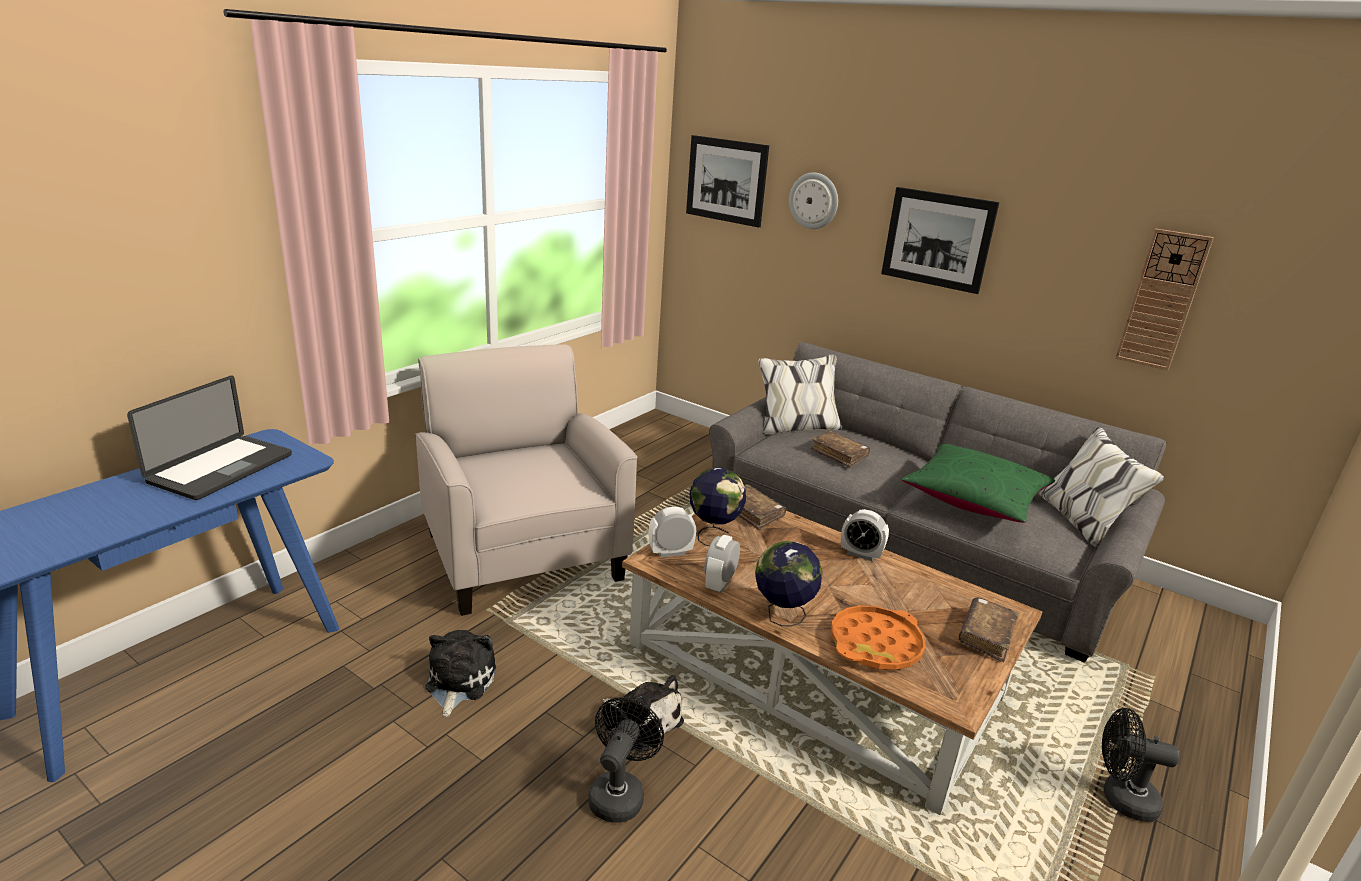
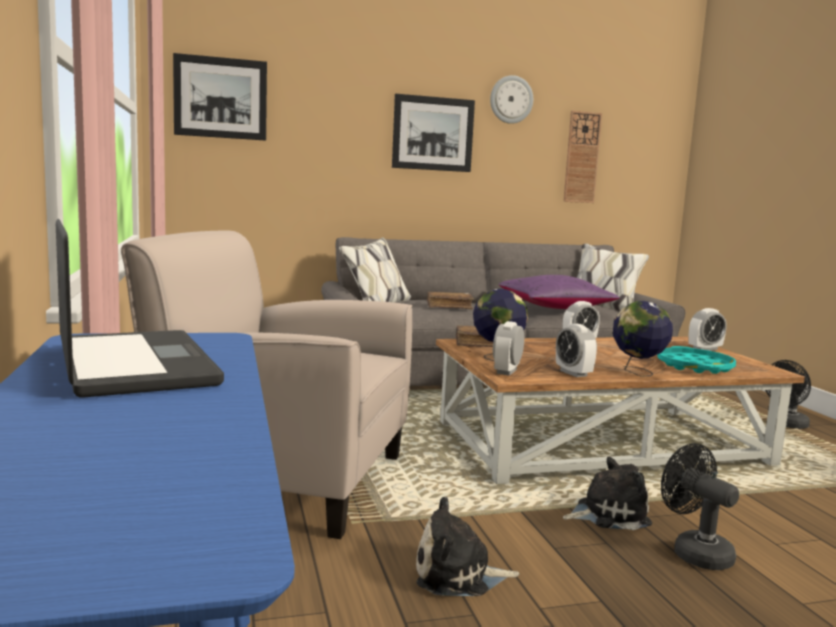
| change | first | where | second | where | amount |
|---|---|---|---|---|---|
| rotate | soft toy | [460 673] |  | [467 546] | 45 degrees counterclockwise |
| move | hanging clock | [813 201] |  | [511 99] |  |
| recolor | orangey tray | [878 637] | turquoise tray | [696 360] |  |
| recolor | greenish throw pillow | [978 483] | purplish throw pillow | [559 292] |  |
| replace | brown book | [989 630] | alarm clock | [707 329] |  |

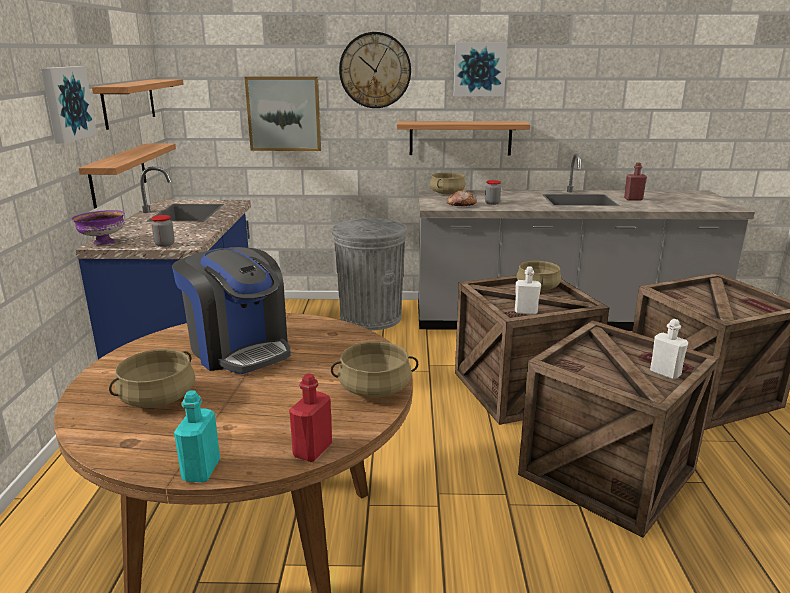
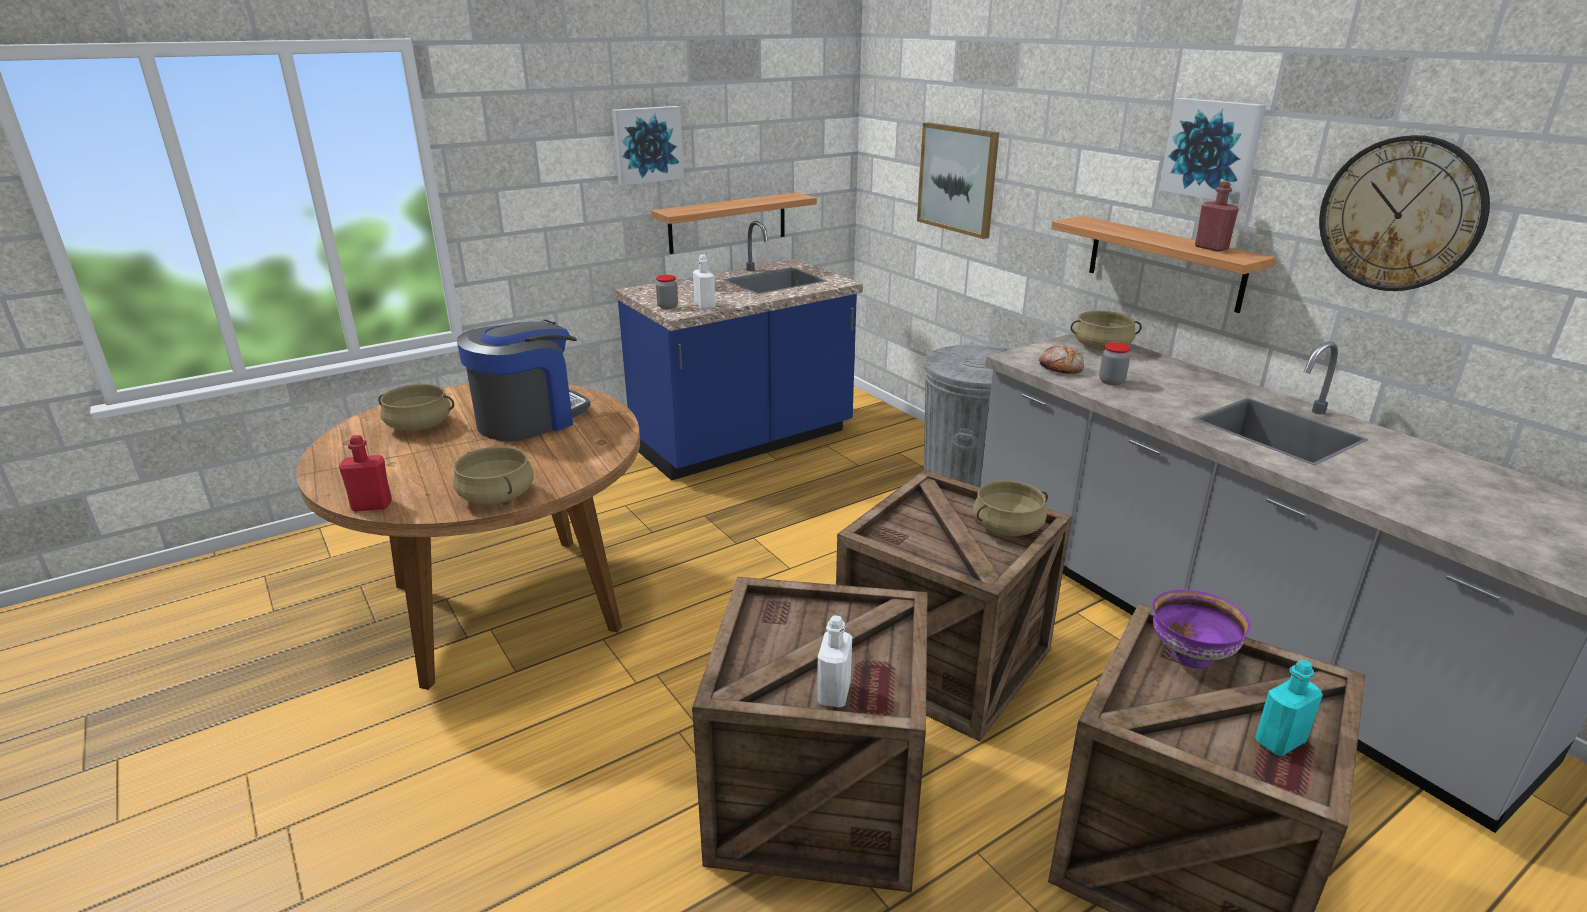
| change | first | where | second | where | amount |
|---|---|---|---|---|---|
| move | purplish deep dish | [98 227] |  | [1201 629] |  |
| delete | bracket shelf | [138 104] |  |  |  |
| rotate | coffee machine | [231 310] |  | [524 380] | 150 degrees counterclockwise |
| move | turquoise beverage bottle | [197 436] |  | [1289 708] |  |
| move | hanging clock | [375 70] |  | [1404 213] |  |
| move | white-coloured beverage bottle | [528 290] |  | [704 281] |  |
| move | red-coloured beverage bottle | [635 181] |  | [1217 216] |  |

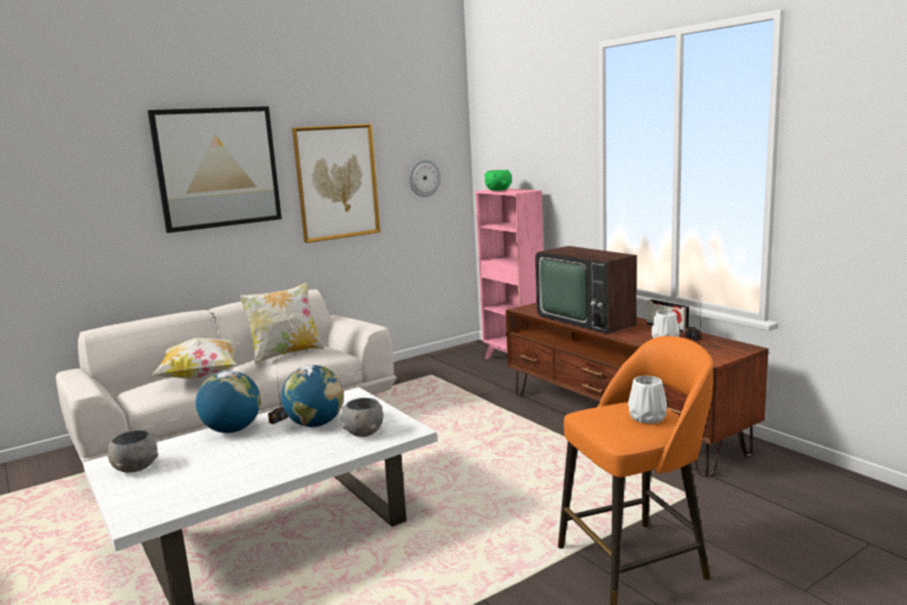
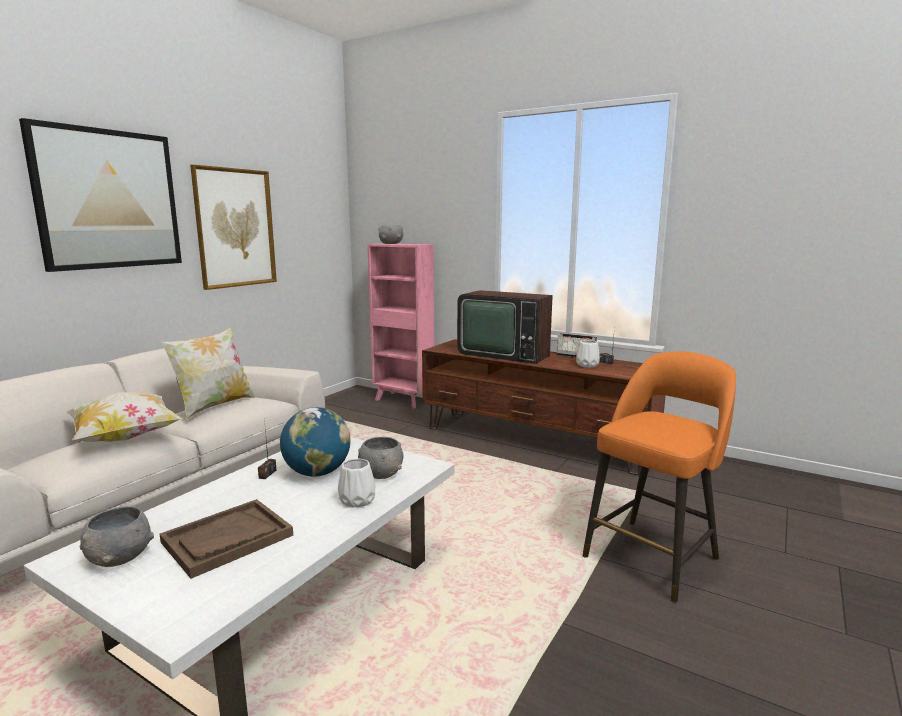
| change | first | where | second | where | amount |
|---|---|---|---|---|---|
| delete | world globe | [228 402] |  |  |  |
| delete | hanging clock | [425 178] |  |  |  |
| recolor | greenish deep dish | [498 180] | gray deep dish | [390 234] |  |
| move | white-coloured flower vase | [647 400] |  | [356 483] |  |
| insert |  |  | brown tray | [226 539] |  |

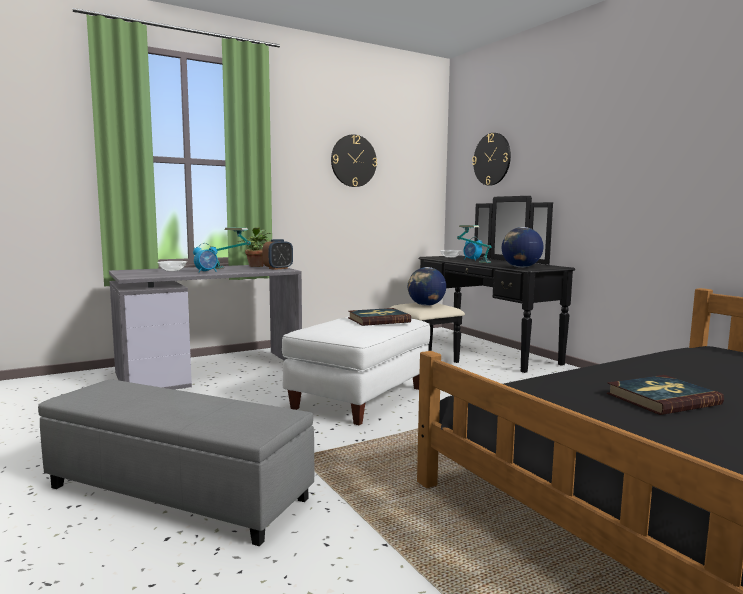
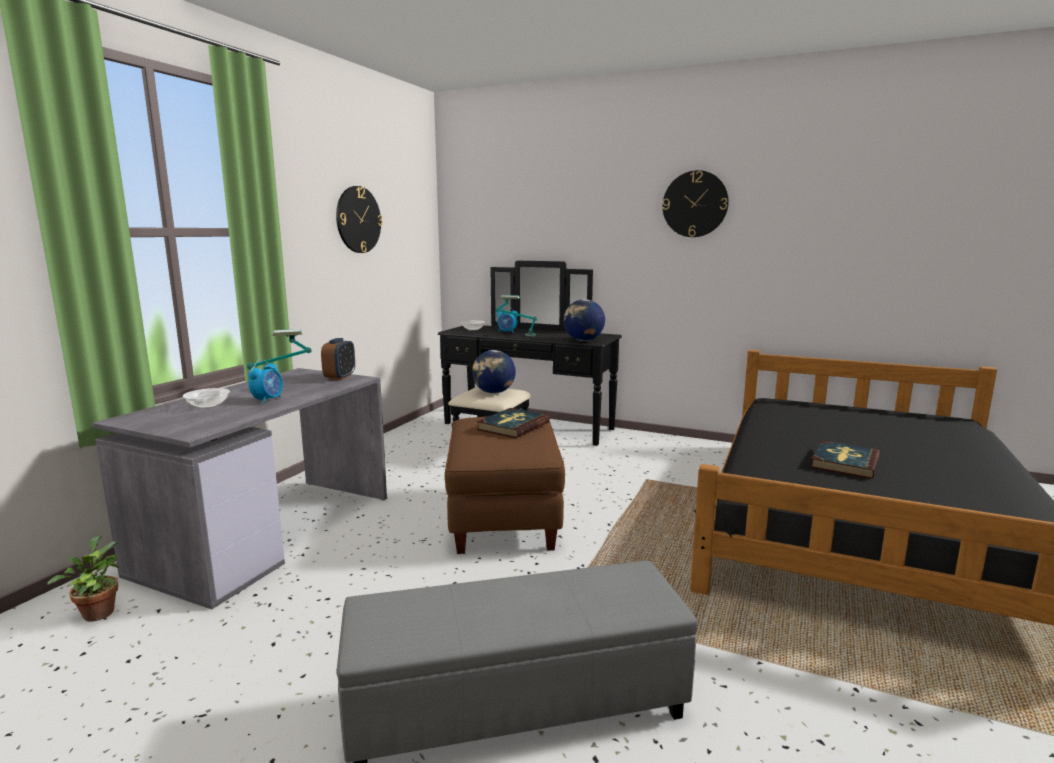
| change | first | where | second | where | amount |
|---|---|---|---|---|---|
| move | plant in a pot | [254 247] |  | [83 579] |  |
| recolor | white-coloured footrest | [356 370] | brown footrest | [505 485] |  |
| move | hanging clock | [491 159] |  | [695 203] |  |

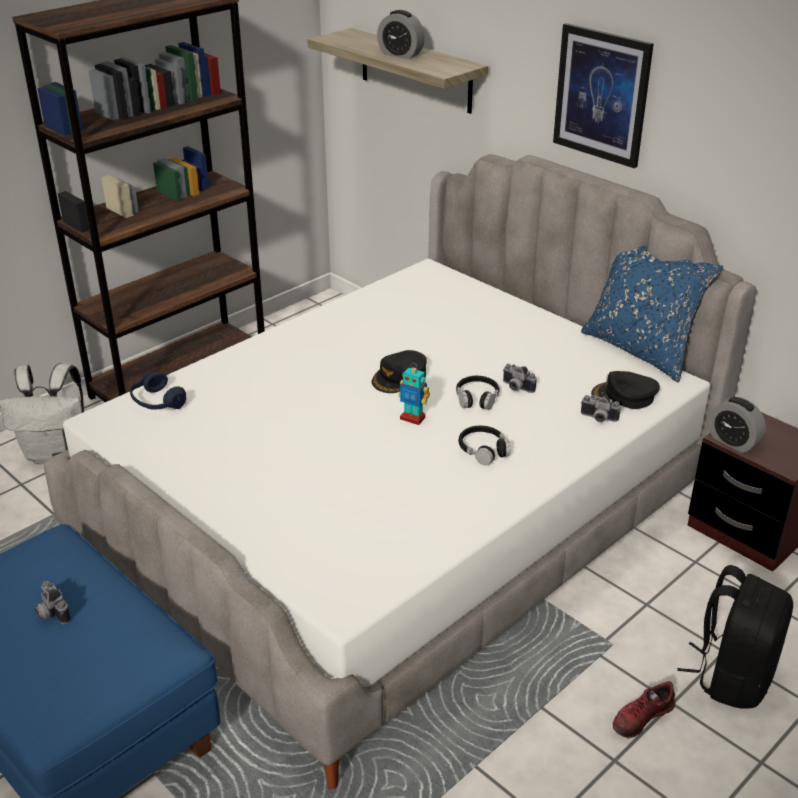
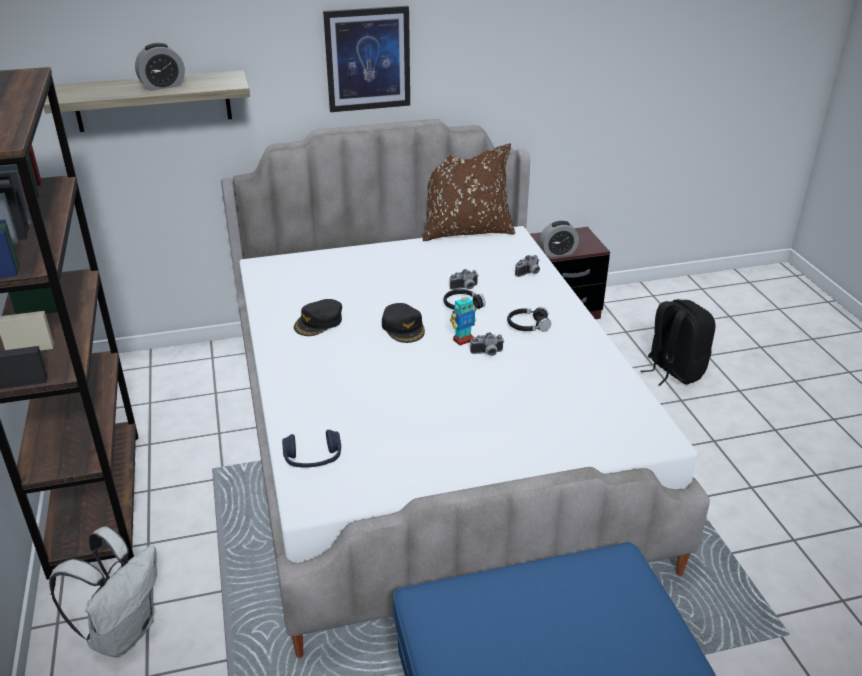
| change | first | where | second | where | amount |
|---|---|---|---|---|---|
| move | still camera | [53 602] |  | [487 344] |  |
| recolor | blue-coloured throw pillow | [652 313] | brown throw pillow | [469 192] |  |
| move | black peaked cap | [625 390] |  | [318 317] |  |
| delete | item of footwear | [644 710] |  |  |  |

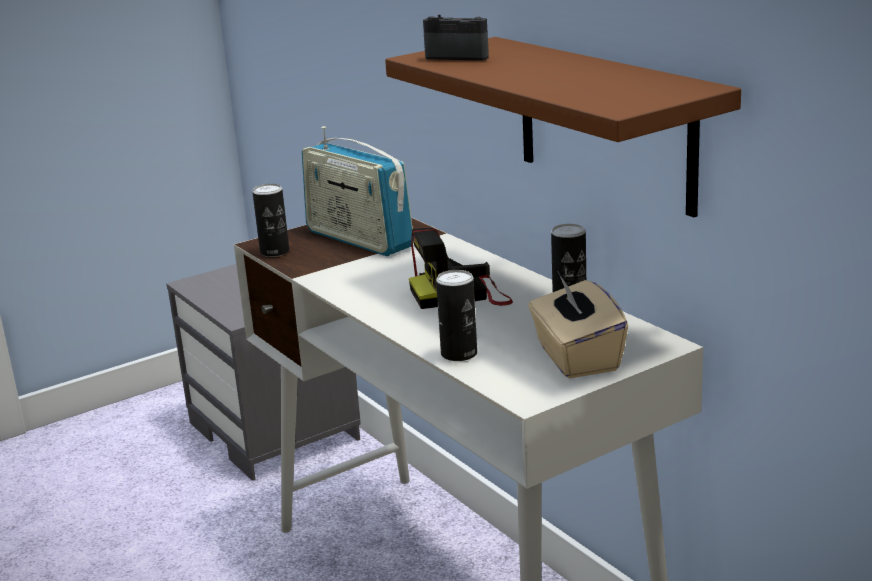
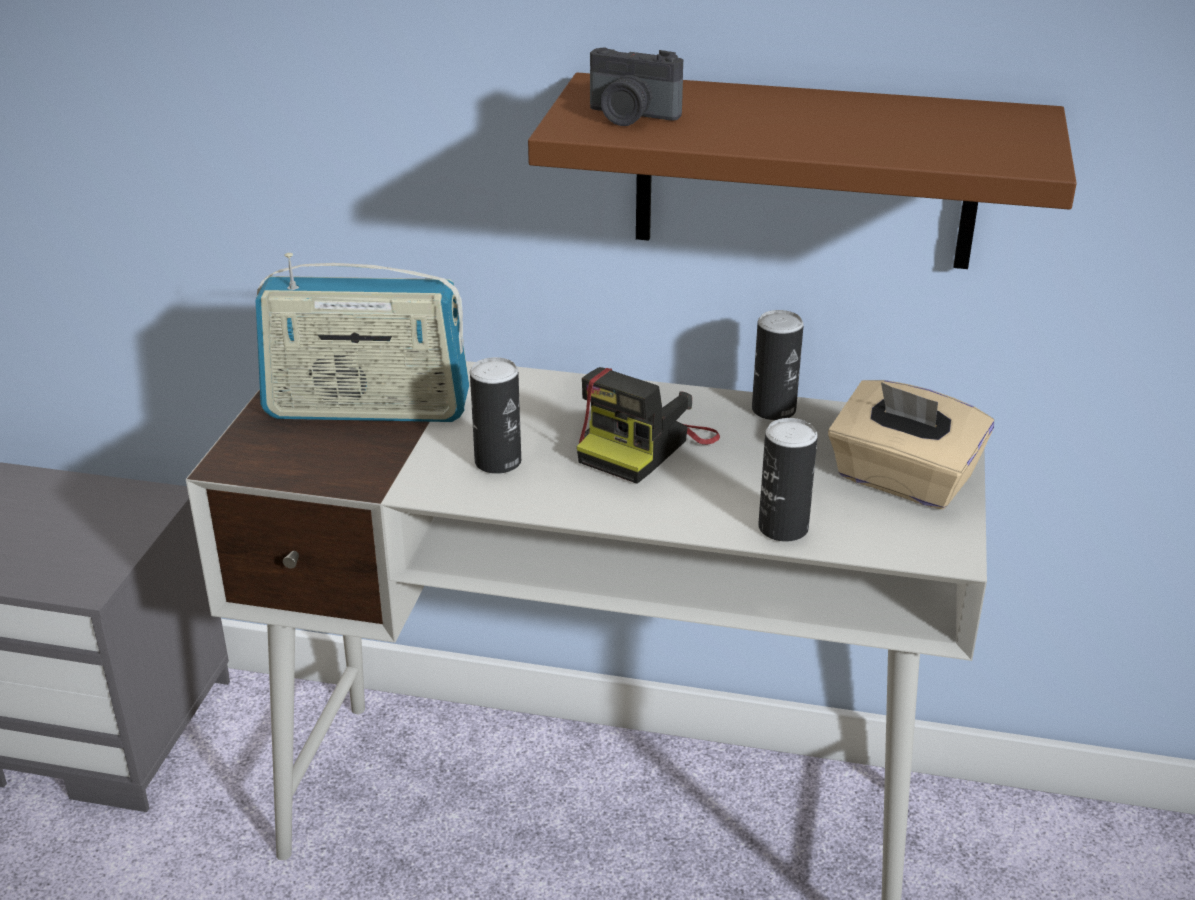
| change | first | where | second | where | amount |
|---|---|---|---|---|---|
| move | sealed can | [270 220] |  | [495 415] |  |
| rotate | still camera | [456 37] |  | [636 86] | 135 degrees counterclockwise |

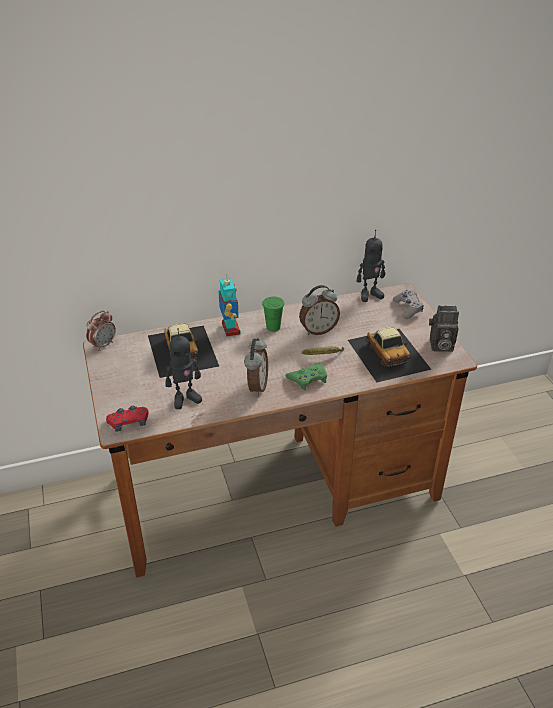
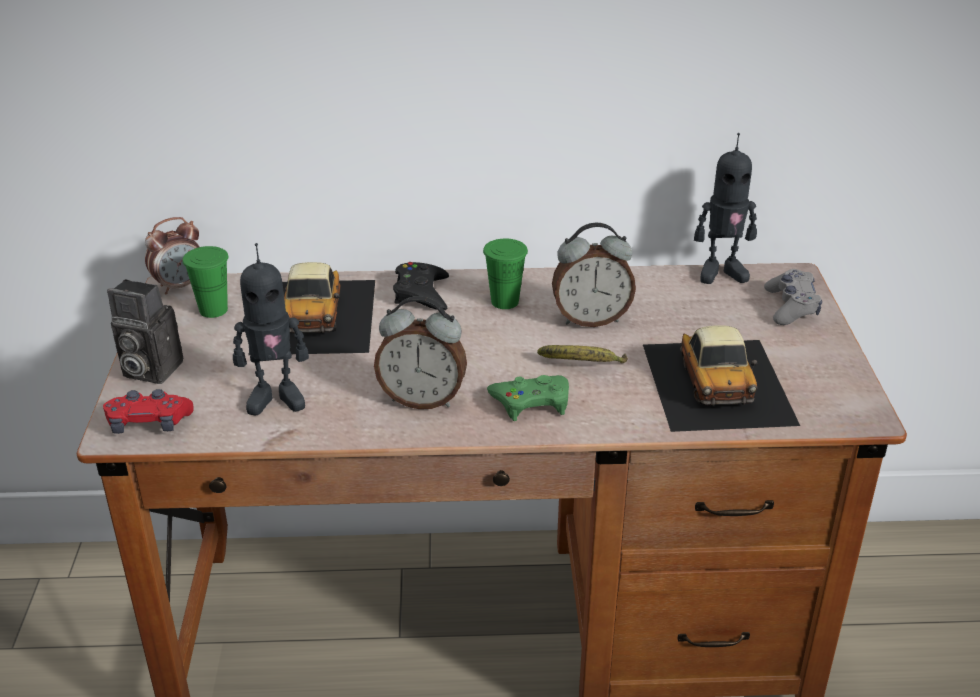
| change | first | where | second | where | amount |
|---|---|---|---|---|---|
| replace | model robot | [229 305] | black gamepad | [421 286] |  |
| rotate | alarm clock | [256 367] |  | [420 352] | 75 degrees clockwise |
| move | still camera | [444 328] |  | [145 331] |  |
| insert |  |  | greenish drinking cup | [205 282] |  |

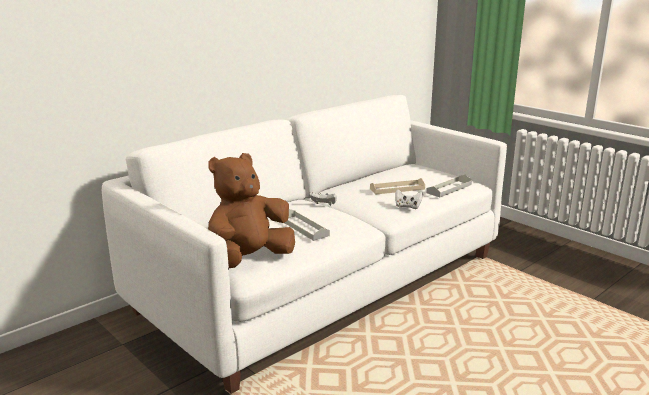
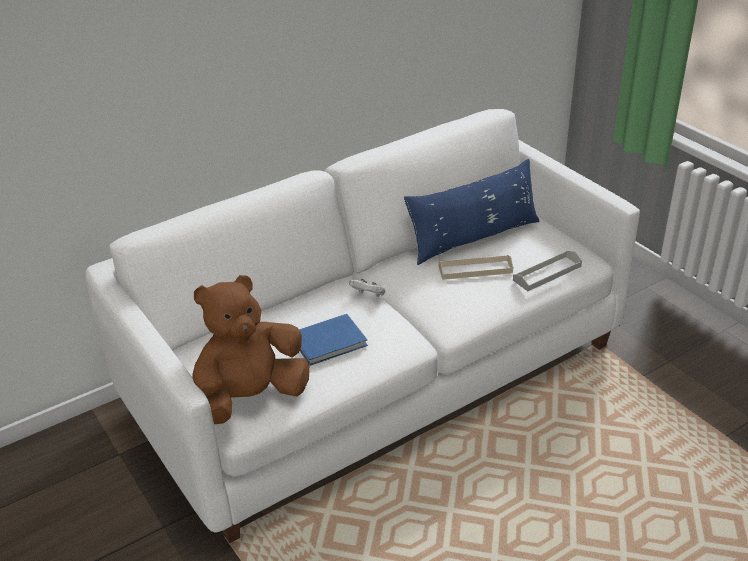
| change | first | where | second | where | amount |
|---|---|---|---|---|---|
| replace | gray tray | [307 225] | blue-coloured book | [333 340] |  |
| delete | white-coloured gamepad | [409 199] |  |  |  |
| insert |  |  | blue-coloured throw pillow | [472 212] |  |

